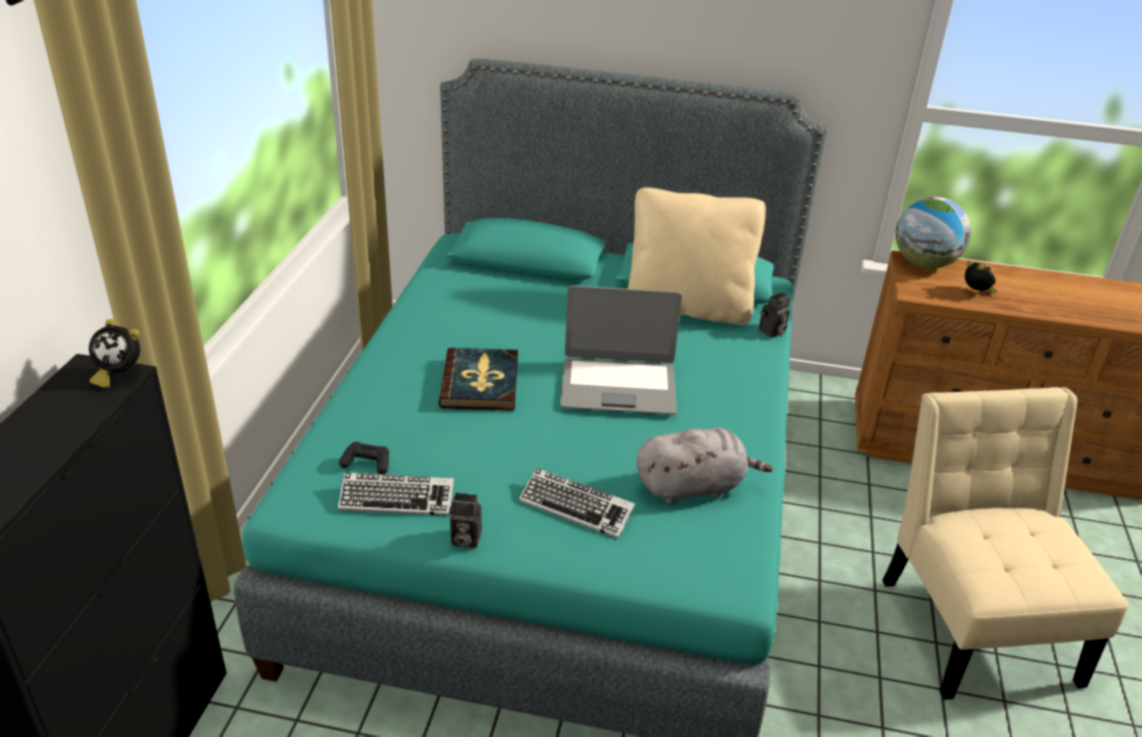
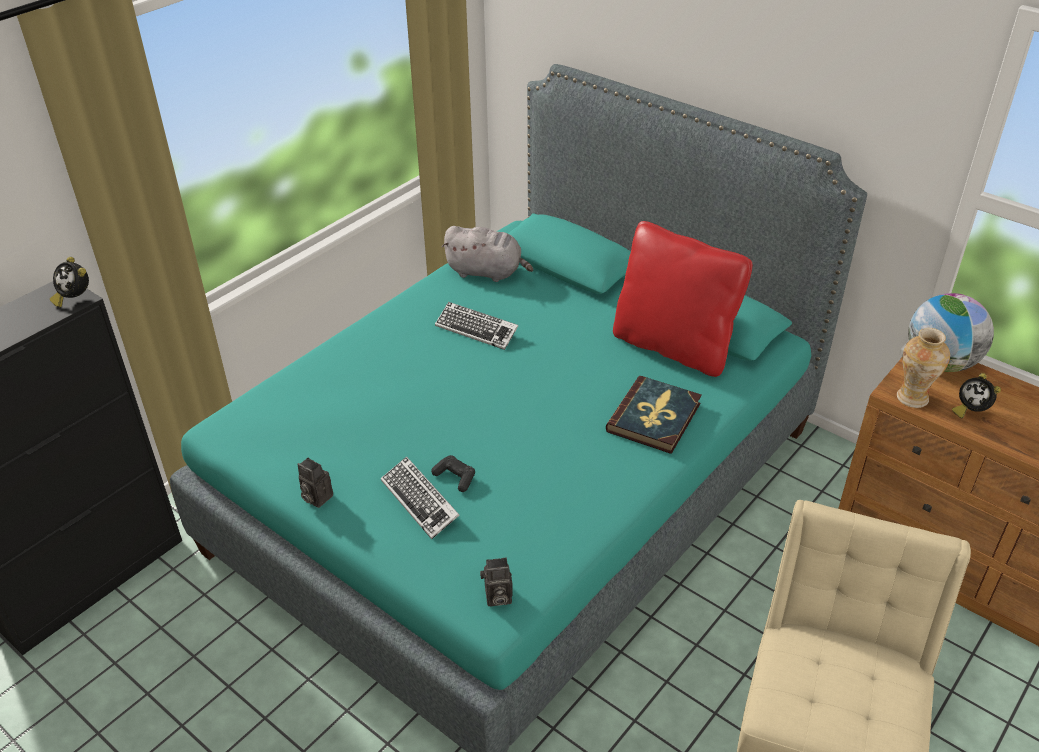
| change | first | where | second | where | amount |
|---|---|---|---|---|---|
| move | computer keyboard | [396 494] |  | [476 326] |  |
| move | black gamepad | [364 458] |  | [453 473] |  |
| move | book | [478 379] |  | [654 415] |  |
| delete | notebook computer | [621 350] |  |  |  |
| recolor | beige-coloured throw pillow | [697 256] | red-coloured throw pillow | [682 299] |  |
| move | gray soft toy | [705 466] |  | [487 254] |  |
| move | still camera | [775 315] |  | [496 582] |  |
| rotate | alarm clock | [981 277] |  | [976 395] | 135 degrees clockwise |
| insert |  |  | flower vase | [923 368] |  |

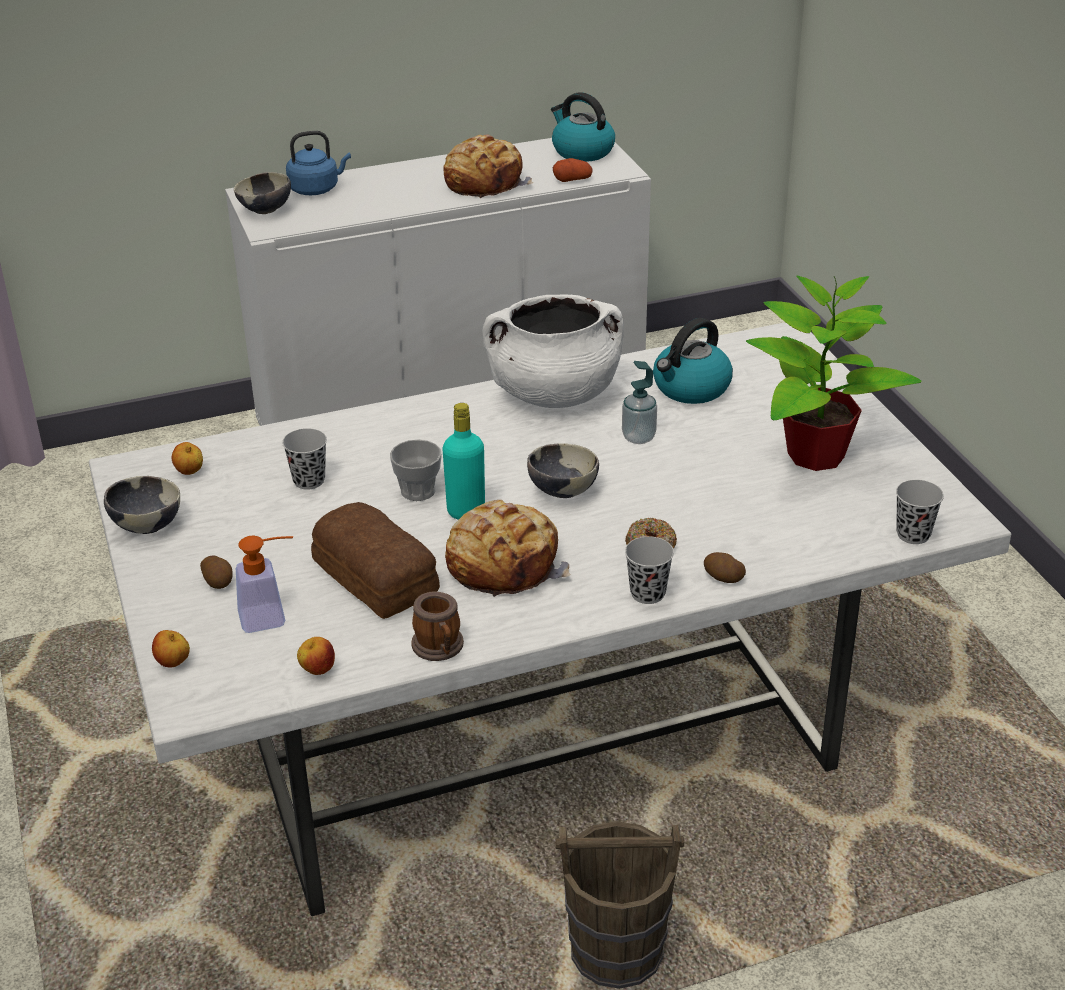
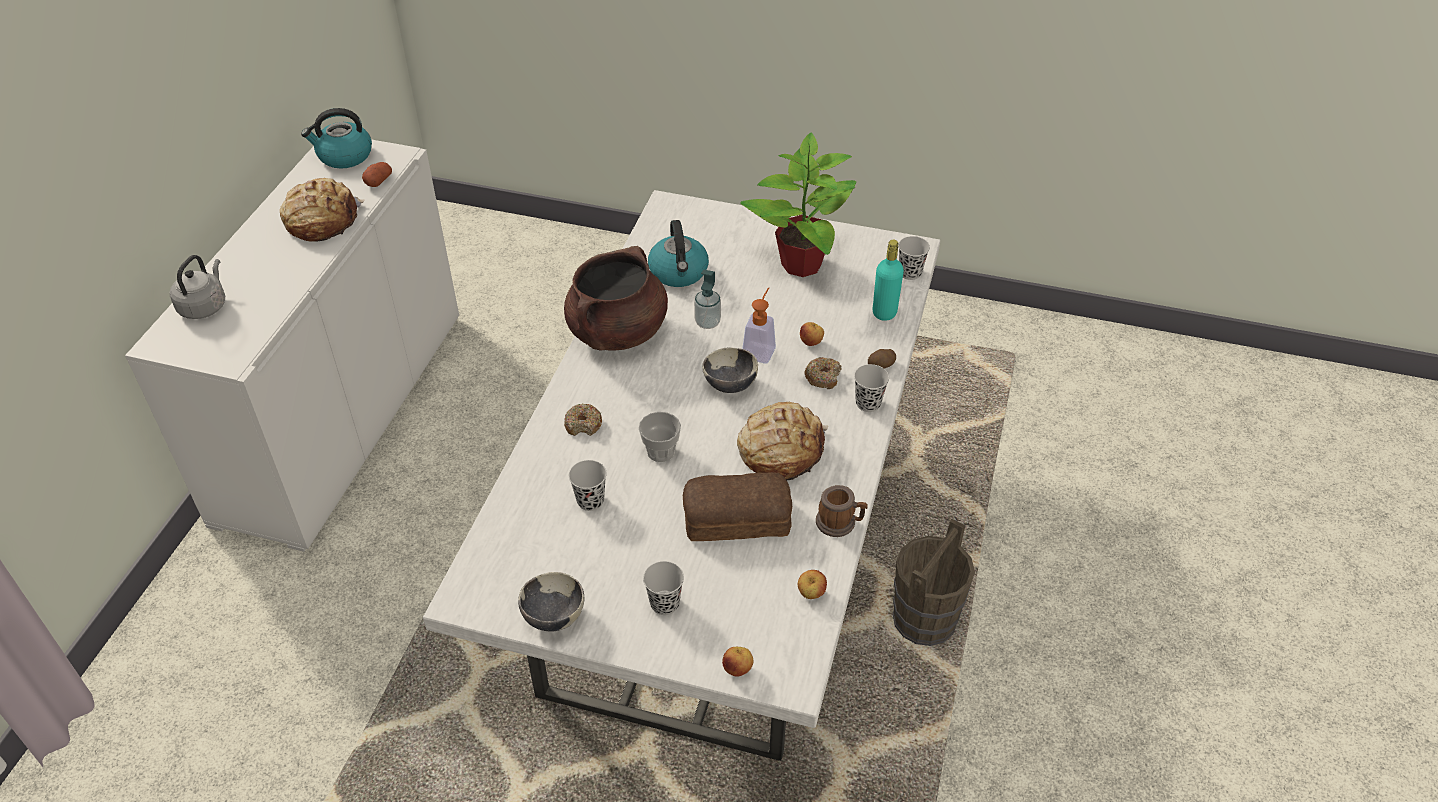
| change | first | where | second | where | amount |
|---|---|---|---|---|---|
| move | whole apple | [187 458] |  | [812 334] |  |
| replace | whole potato | [216 572] | black drinking cup | [663 588] |  |
| delete | deep dish | [262 193] |  |  |  |
| move | soap bottle | [264 584] |  | [759 325] |  |
| recolor | blue-coloured kettle | [318 163] | gray kettle | [197 287] |  |
| move | turquoise beverage bottle | [463 461] |  | [888 280] |  |
| recolor | white-coloured stockpot | [553 351] | brown stockpot | [616 298] |  |
| insert |  |  | ring doughnut | [583 419] |  |

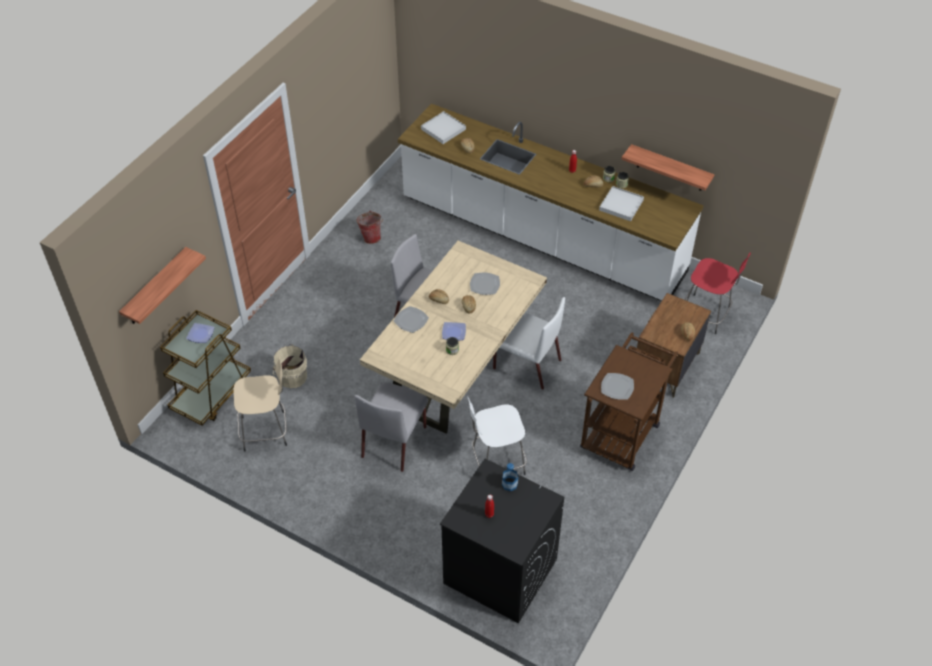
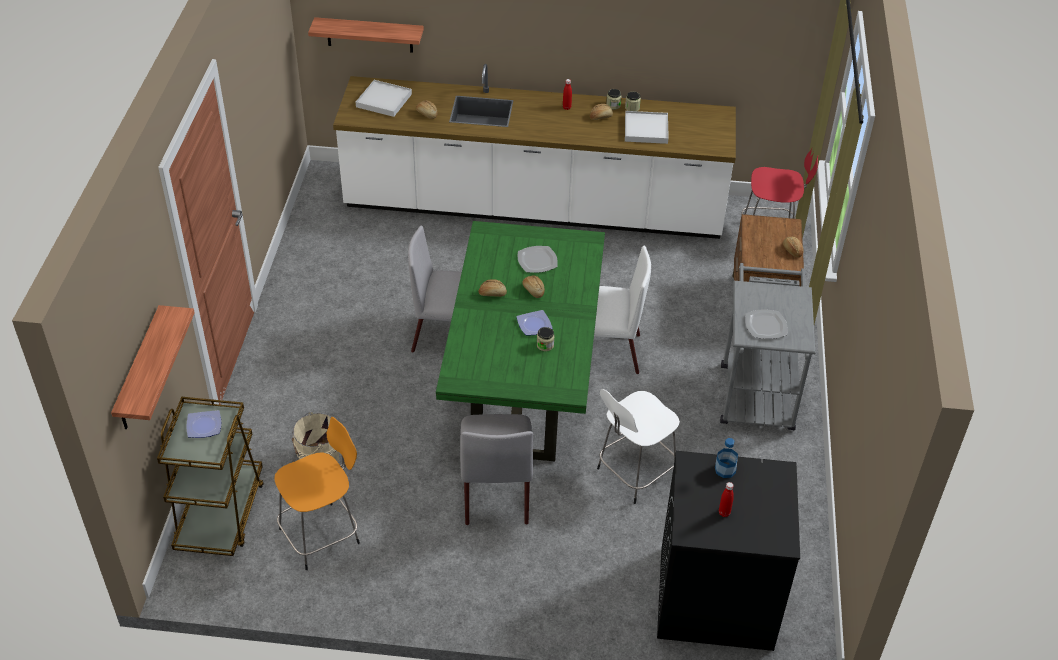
| change | first | where | second | where | amount |
|---|---|---|---|---|---|
| recolor | beige-coloured stool | [260 403] | orangey stool | [317 493] |  |
| delete | water bucket | [369 227] |  |  |  |
| recolor | beige-coloured dinner table | [453 337] | greenish dinner table | [520 341] |  |
| delete | flat dish | [411 319] |  |  |  |
| recolor | brown wheeled cart | [629 401] | gray wheeled cart | [767 347] |  |
| move | bracket shelf | [667 167] |  | [366 35] |  |

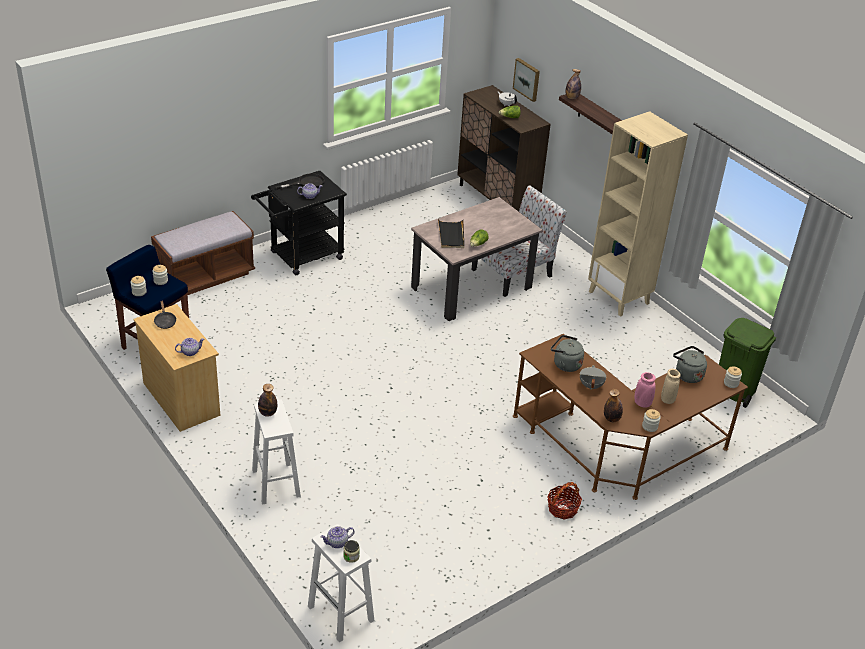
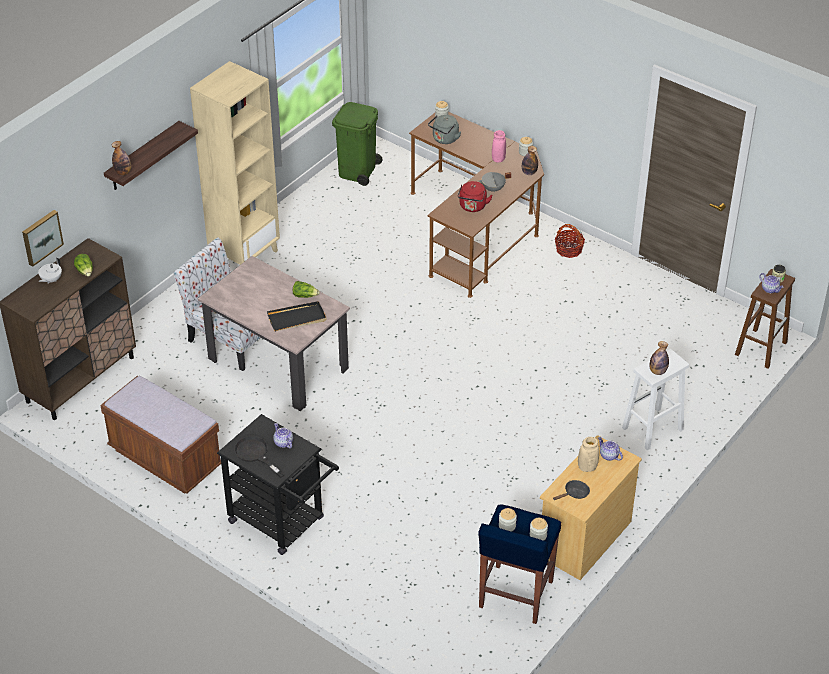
| change | first | where | second | where | amount |
|---|---|---|---|---|---|
| move | brown long seat | [203 253] |  | [160 435] |  |
| recolor | white-coloured stool | [341 583] | brown stool | [765 319] |  |
| recolor | gray kettle | [567 353] | red-coloured kettle | [475 196] |  |
| move | beige-coloured flower vase | [671 386] |  | [588 454] |  |

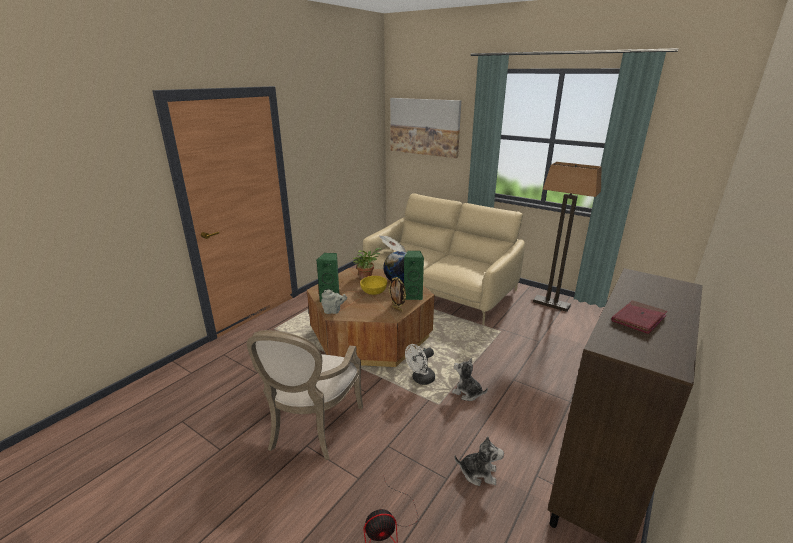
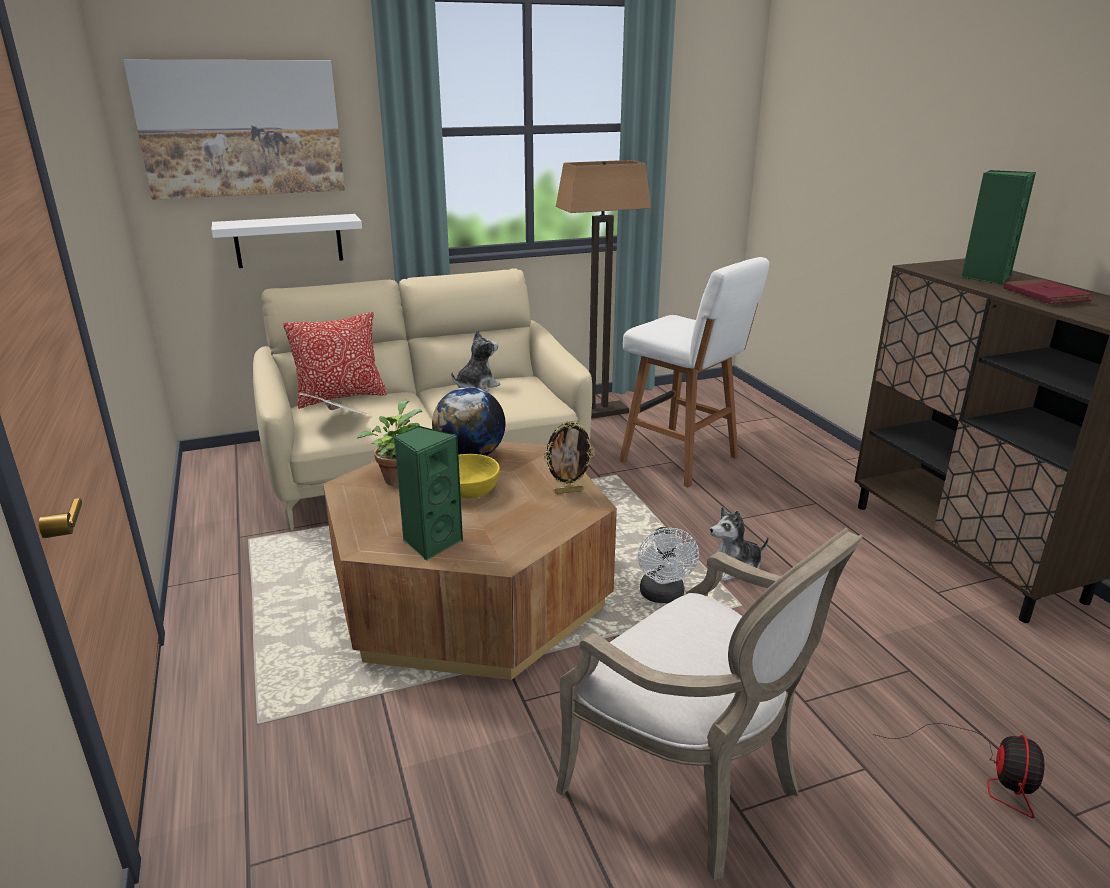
| change | first | where | second | where | amount |
|---|---|---|---|---|---|
| delete | gray pot for tea | [334 302] |  |  |  |
| move | greenish audio speaker | [414 275] |  | [998 227] |  |
| move | soft toy | [479 461] |  | [475 361] |  |
| insert |  |  | white-coloured bracket shelf | [286 241] |  |
| insert |  |  | throw pillow | [335 360] |  |
| insert |  |  | white-coloured stool | [694 372] |  |

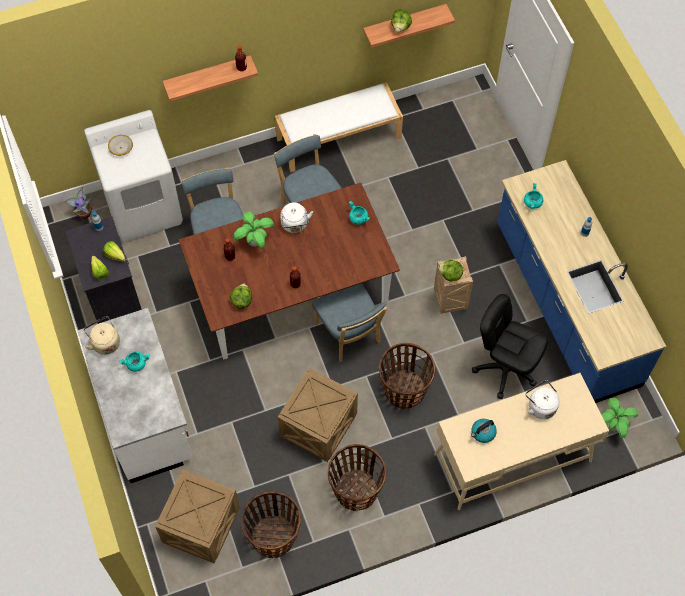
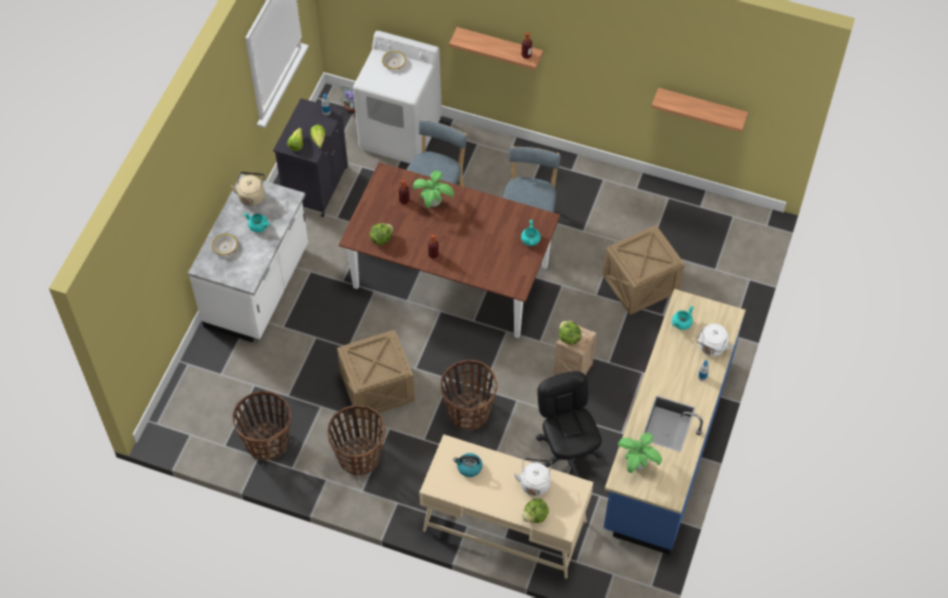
| change | first | where | second | where | amount |
|---|---|---|---|---|---|
| move | packing crate | [197 516] |  | [644 270] |  |
| delete | white-coloured long seat | [339 127] |  |  |  |
| move | white-coloured kettle | [296 218] |  | [715 340] |  |
| delete | blue-coloured chair | [349 322] |  |  |  |
| move | lettuce | [401 20] |  | [535 511] |  |
| move | plant in a pot | [619 418] |  | [640 452] |  |
| insert |  |  | deep dish | [225 244] |  |

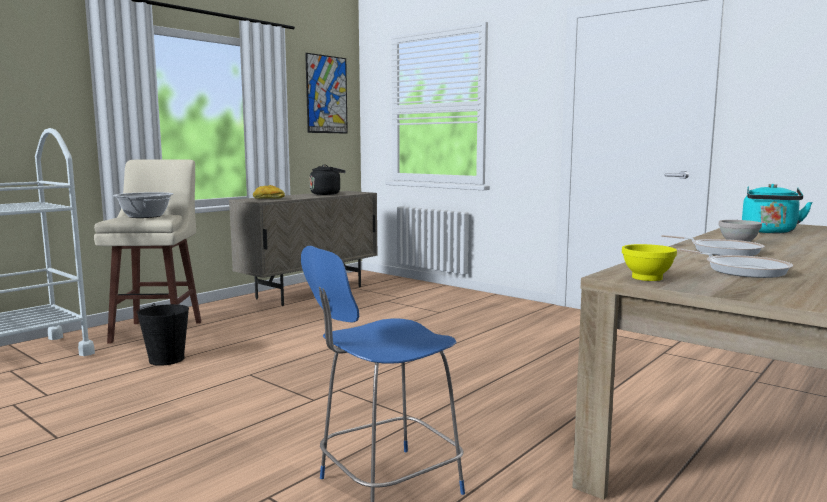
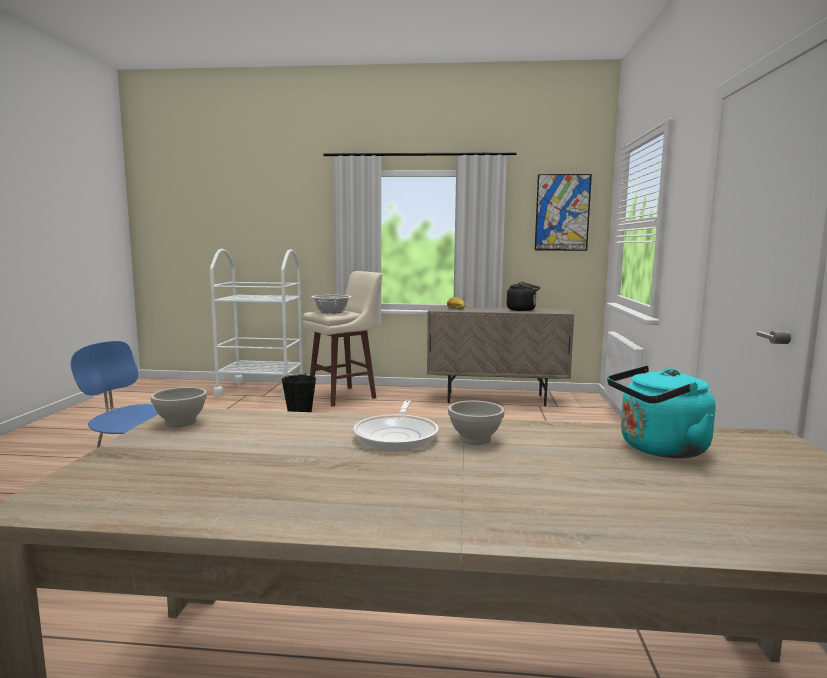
| change | first | where | second | where | amount |
|---|---|---|---|---|---|
| recolor | yellow deep dish | [649 262] | white-coloured deep dish | [179 407] |  |
| delete | frying pan | [735 263] |  |  |  |

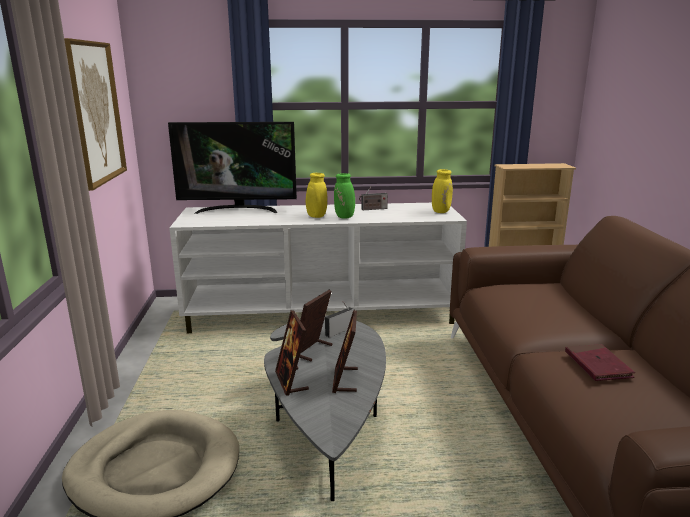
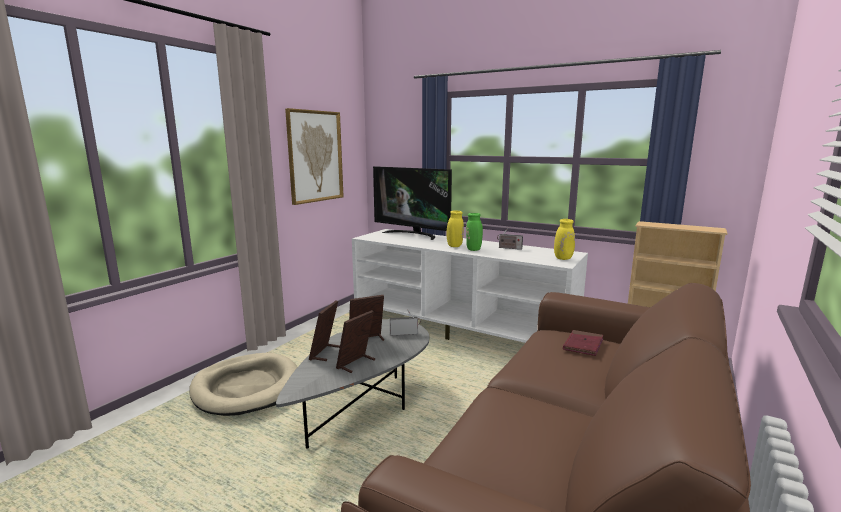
| change | first | where | second | where | amount |
|---|---|---|---|---|---|
| move | red-coloured book | [600 362] |  | [583 343] |  |

